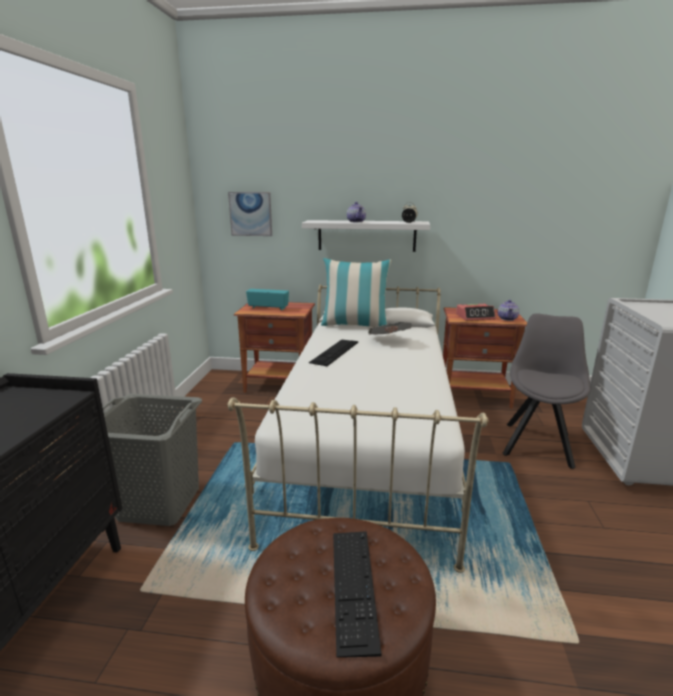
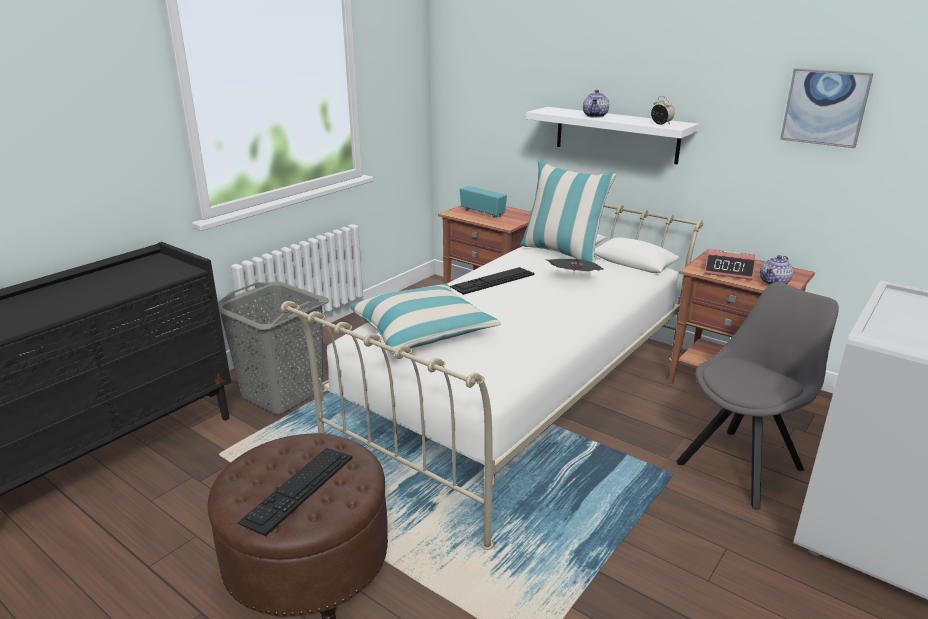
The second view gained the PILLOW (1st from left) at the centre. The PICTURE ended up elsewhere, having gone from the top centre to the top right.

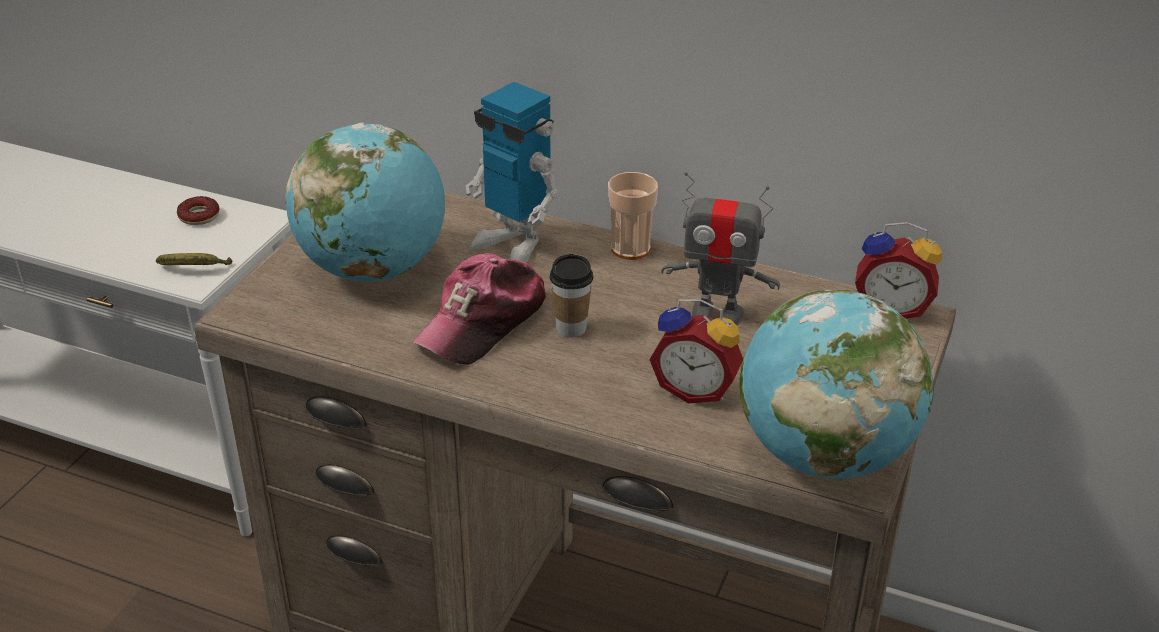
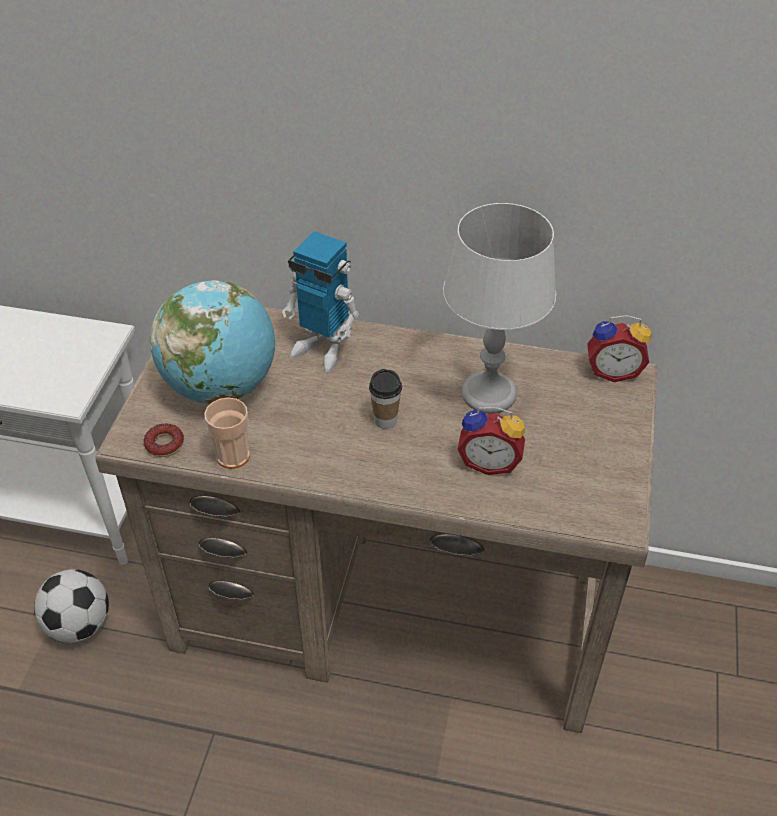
The second view gained the FOOTBALL at the bottom left. The DONUT ended up elsewhere, having gone from the top left to the middle left. The CUP (2nd from left in the first image) ended up elsewhere, having gone from the centre to the middle left. Where the TOY ROBOT (2nd from left) stood at the centre, the GREY TABLE LAMP came to stand at the centre. The second view lost the BANANA at the middle left. The second view lost the CAP at the centre. The second view lost the GLOBE (2nd from left) at the middle right.

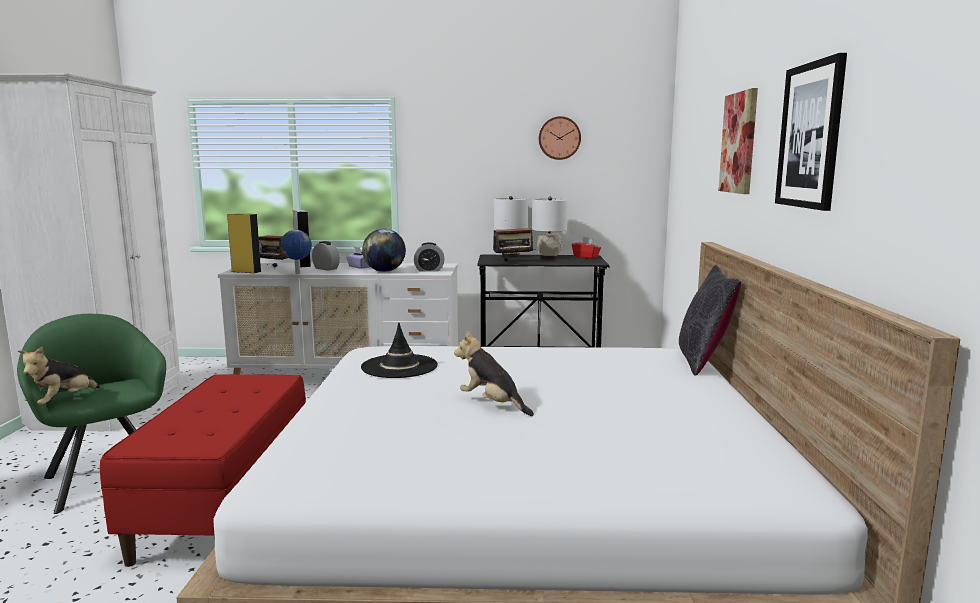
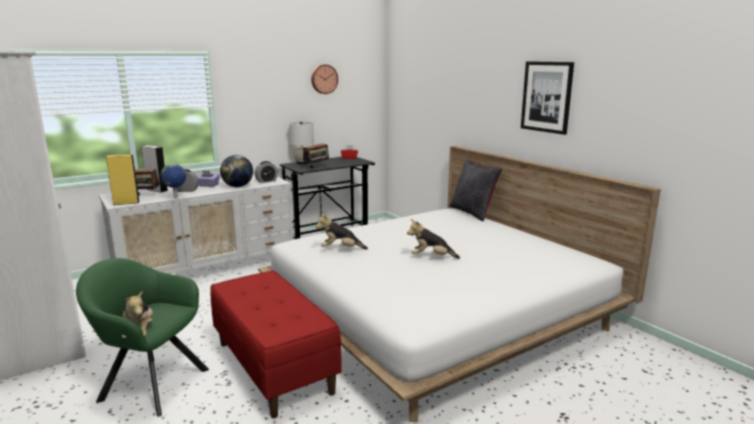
Where the BLACK HAT stood at the centre, the PLUSH TOY (2nd from left) came to stand at the centre. The second view lost the WHITE TABLE LAMP (2nd from left) at the centre. The second view lost the PICTURE (1st from left) at the top right.

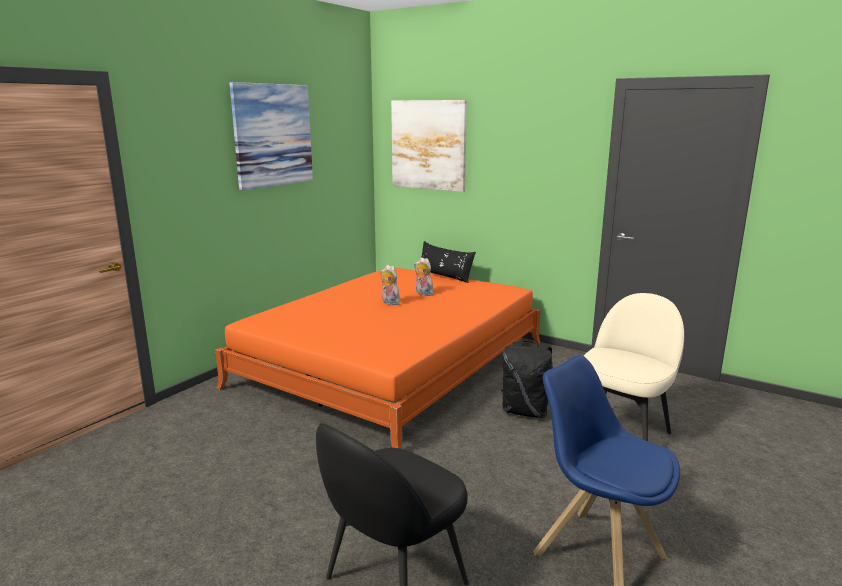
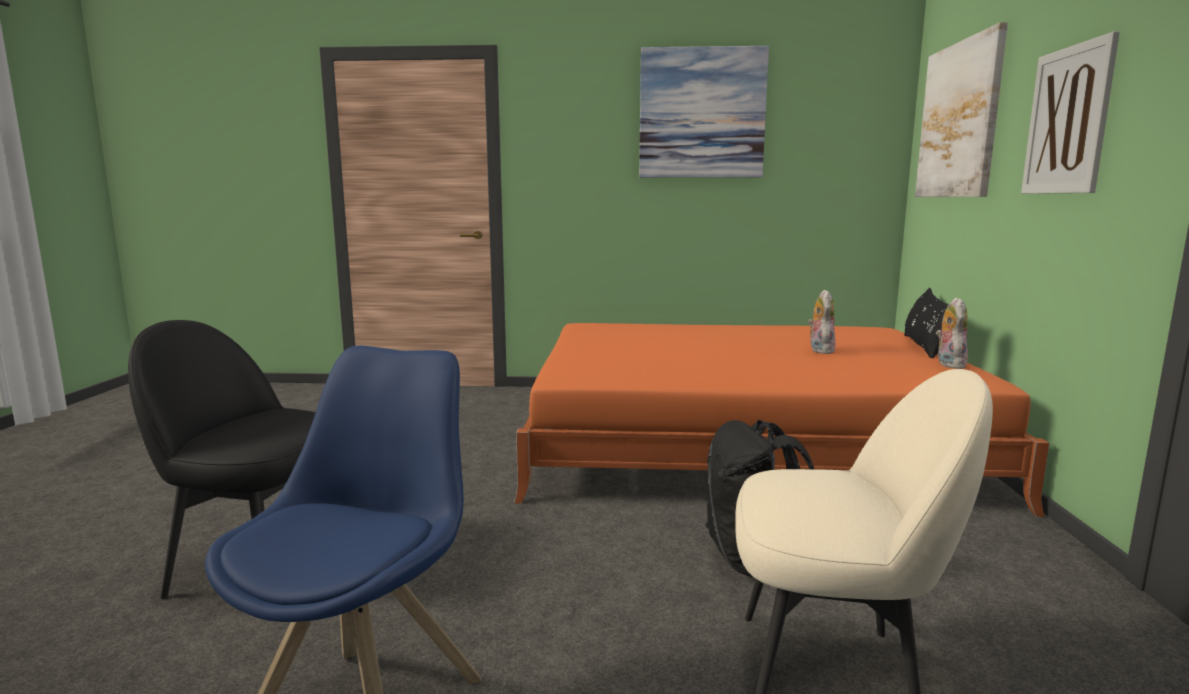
The PLUSH TOY (1st from left in the first image) ended up elsewhere, having gone from the centre to the middle right. The second view gained the PICTURE (3rd from left) at the top right.

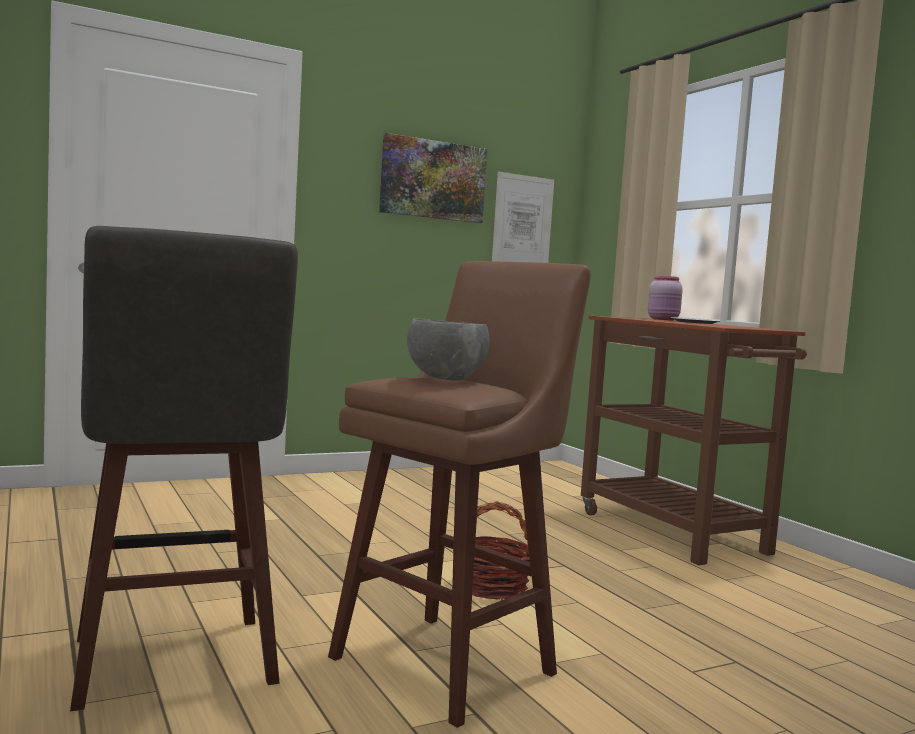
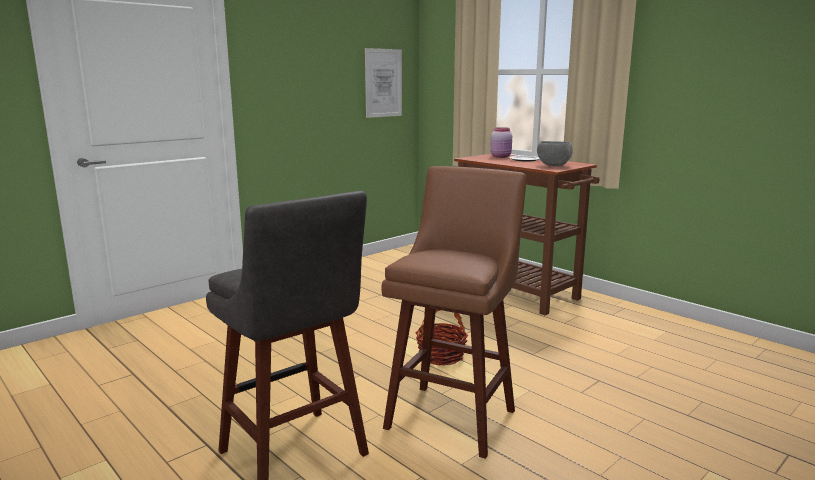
The GREY BOWL ended up elsewhere, having gone from the centre to the top right. The second view lost the PICTURE (1st from left) at the top centre.

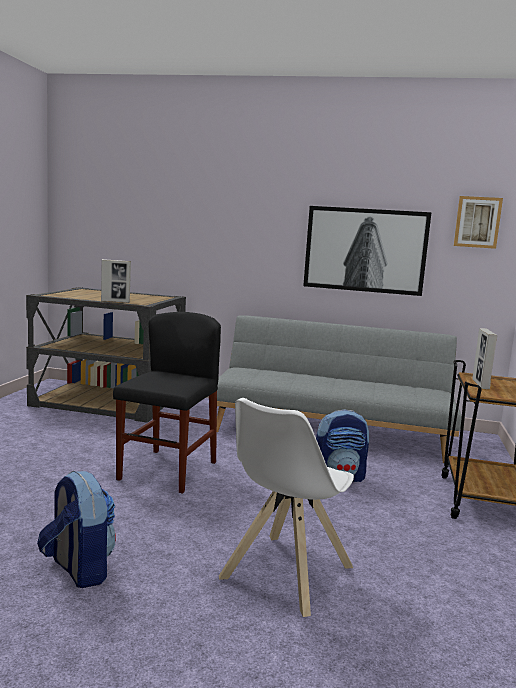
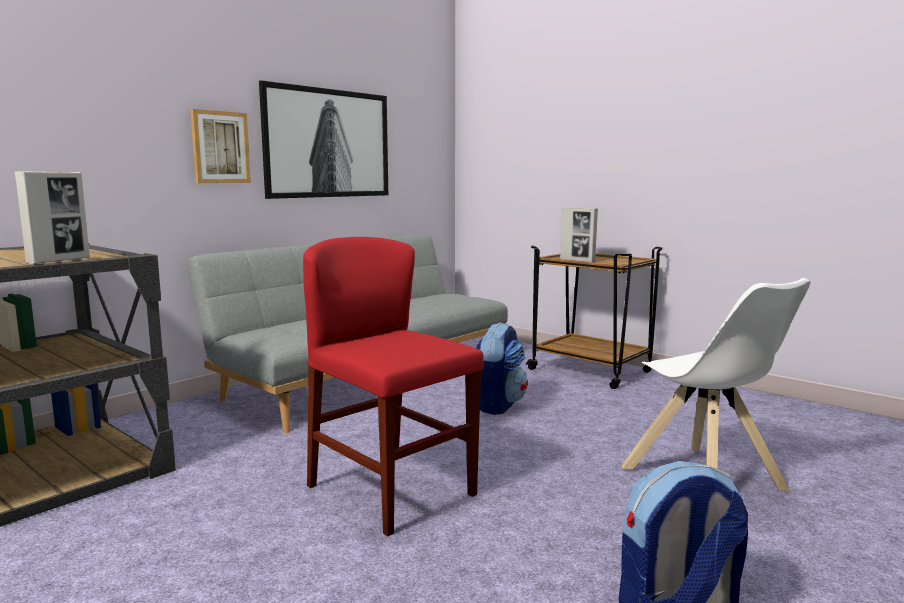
The PICTURE (2nd from left in the first image) ended up elsewhere, having gone from the top right to the top left. What was the BLACK CHAIR at the middle left turned into the RED CHAIR at the centre.

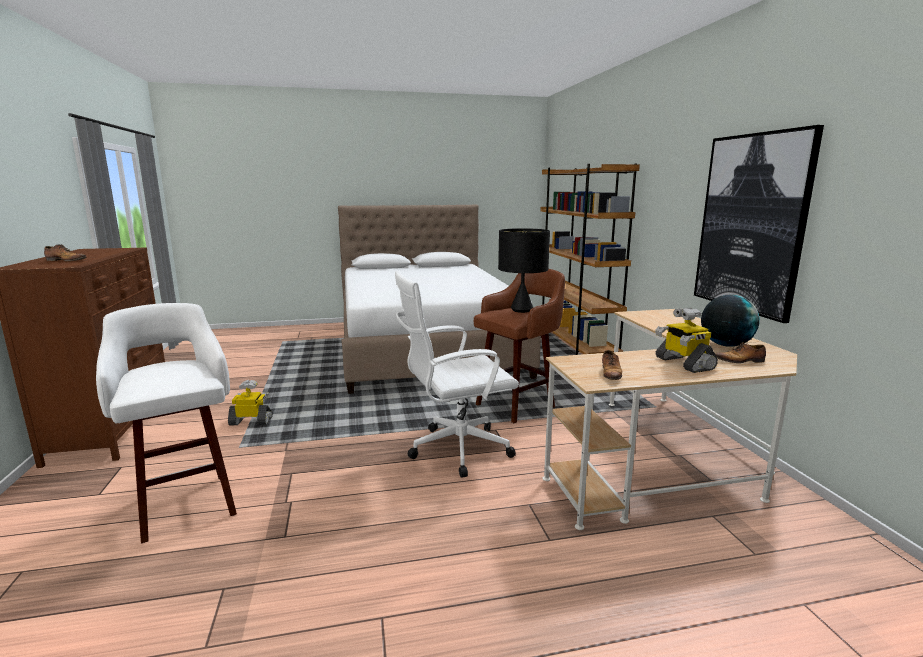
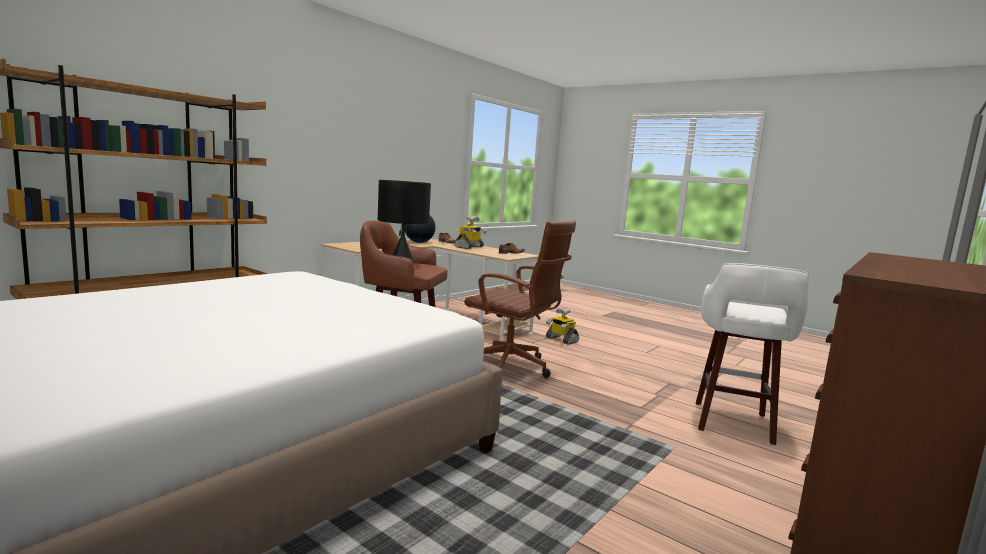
What was the WHITE OFFICE CHAIR at the centre turned into the BROWN OFFICE CHAIR at the centre. The TOY ROBOT (1st from left in the first image) ended up elsewhere, having gone from the middle left to the centre. The second view lost the SHOE (1st from left) at the middle left. The second view lost the PICTURE at the middle right.

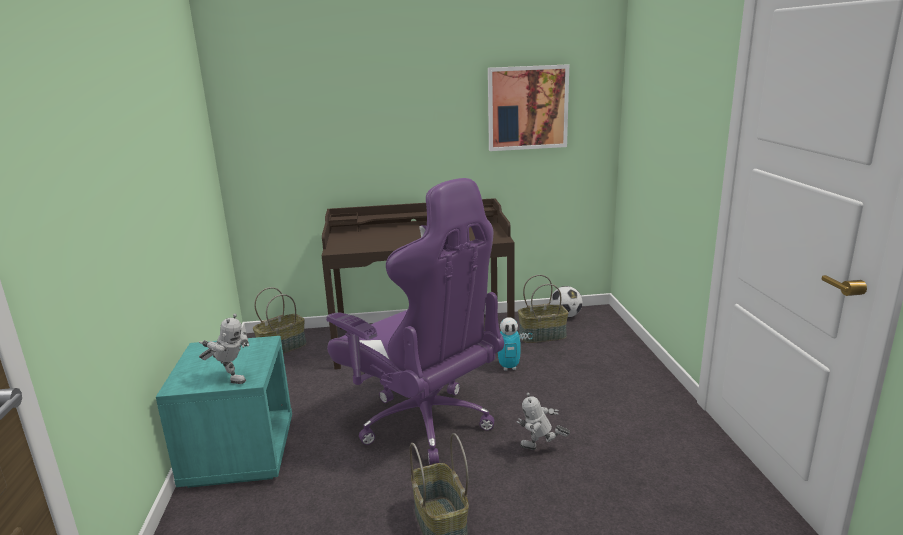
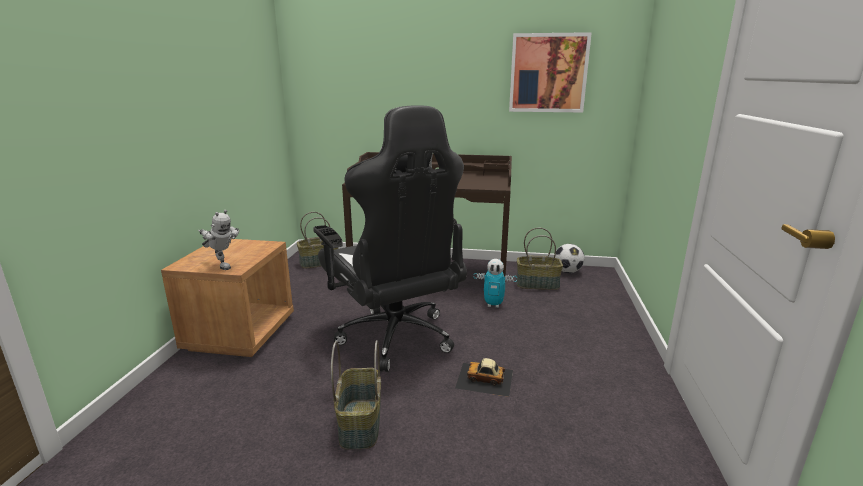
What was the TURQUOISE NIGHTSTAND at the bottom left turned into the BROWN NIGHTSTAND at the middle left. What was the PURPLE OFFICE CHAIR at the centre turned into the BLACK OFFICE CHAIR at the centre. Where the TOY ROBOT (3rd from left) stood at the bottom centre, the TOY CAR came to stand at the bottom centre.

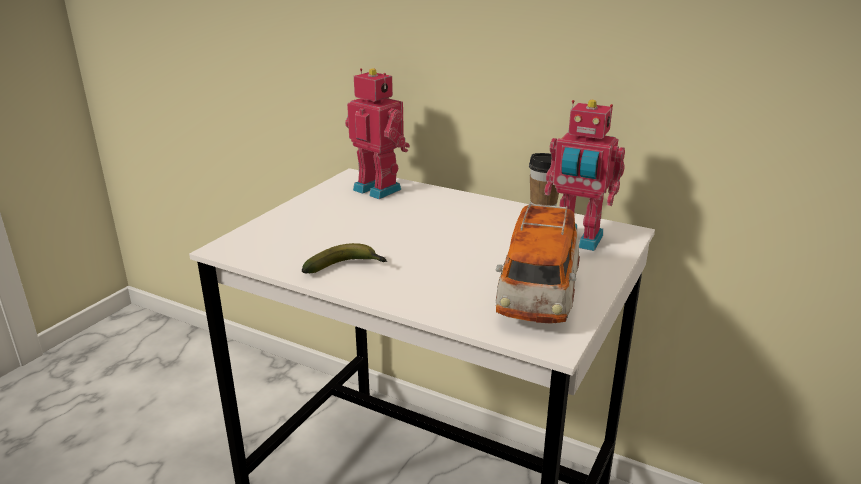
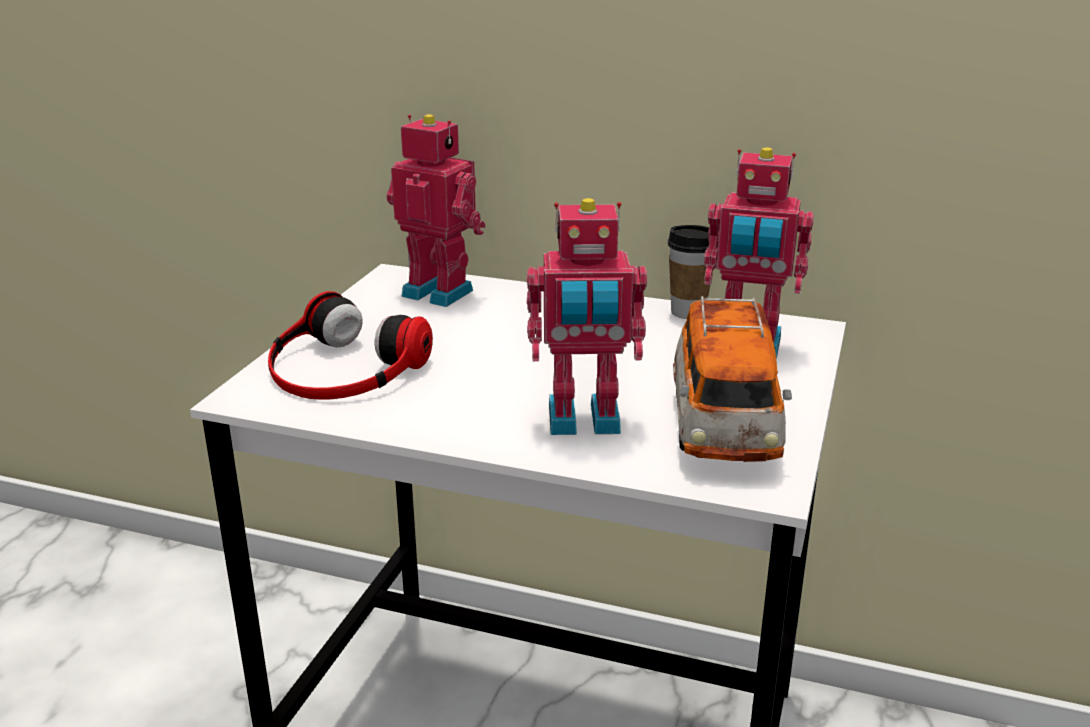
The second view gained the HEADPHONES at the middle left. The second view gained the TOY ROBOT (2nd from left) at the centre. The second view lost the BANANA at the centre.

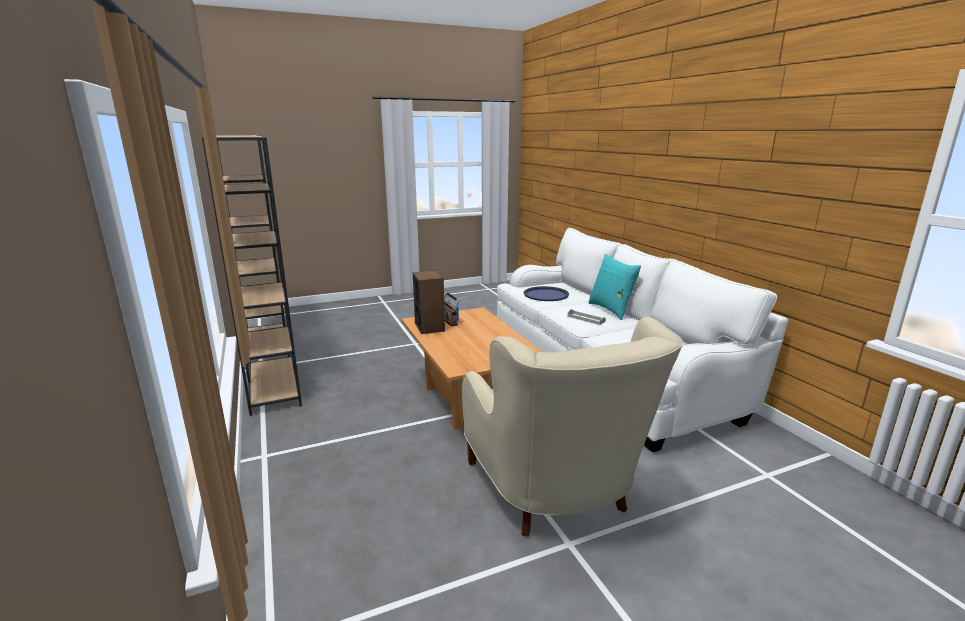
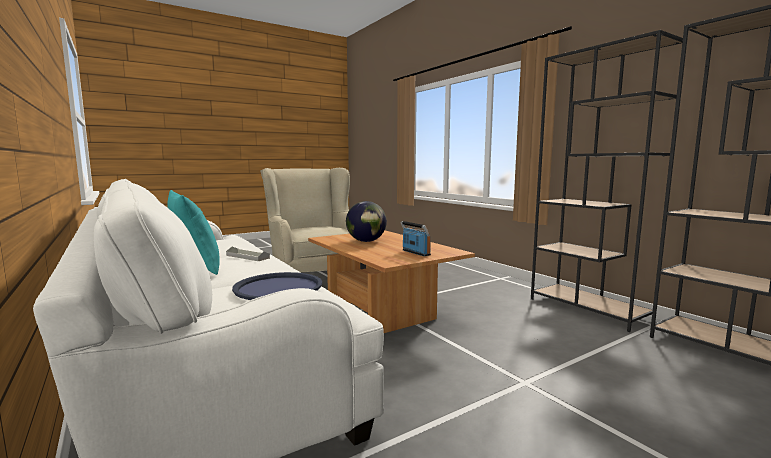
The second view gained the GLOBE at the centre. The second view lost the SPEAKER at the centre.

